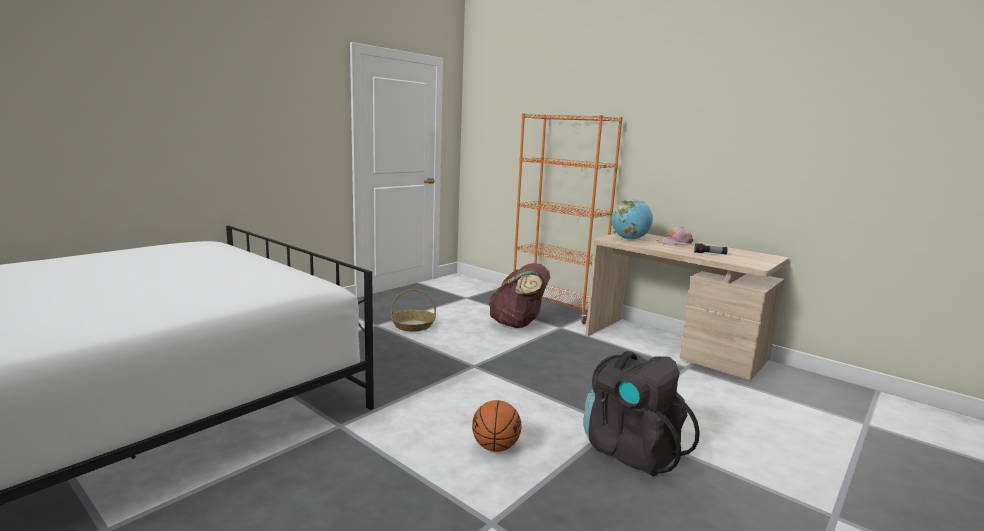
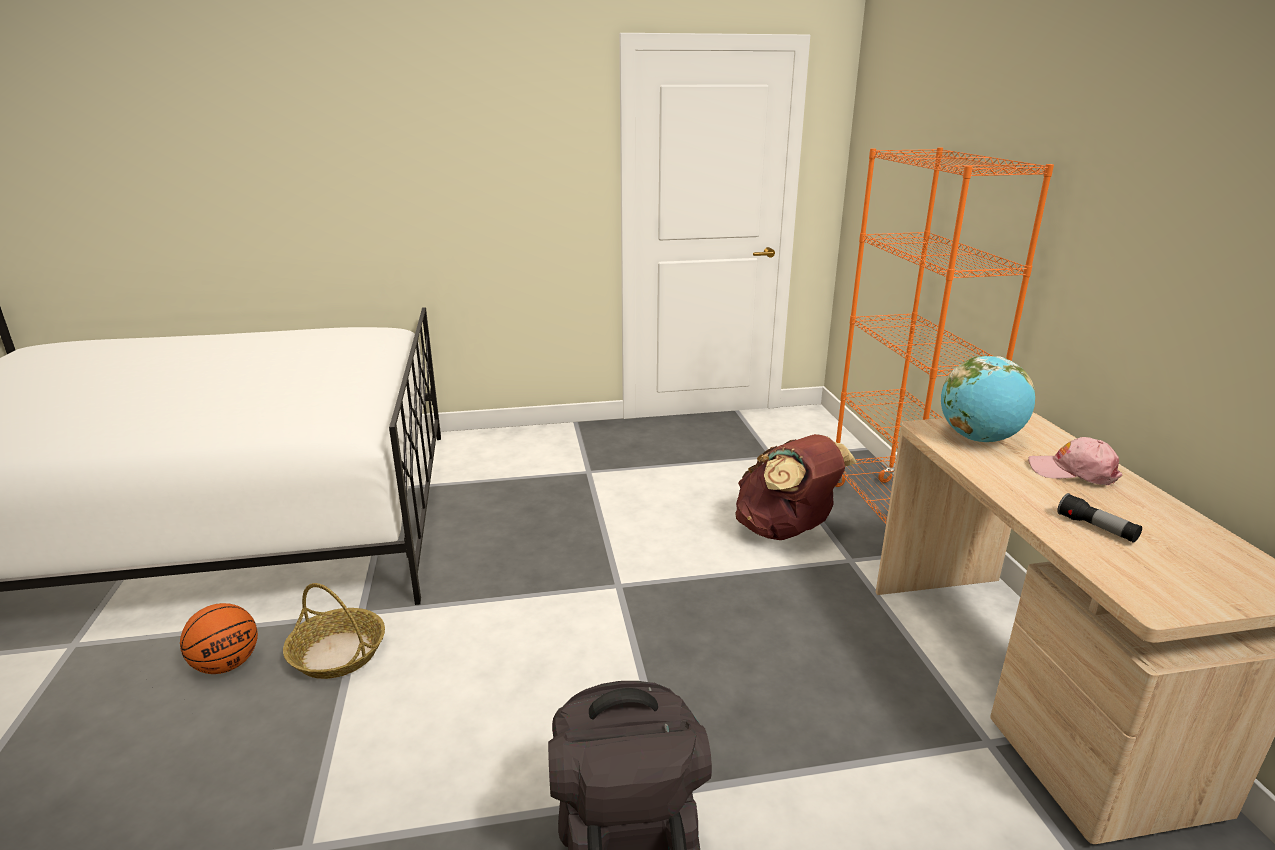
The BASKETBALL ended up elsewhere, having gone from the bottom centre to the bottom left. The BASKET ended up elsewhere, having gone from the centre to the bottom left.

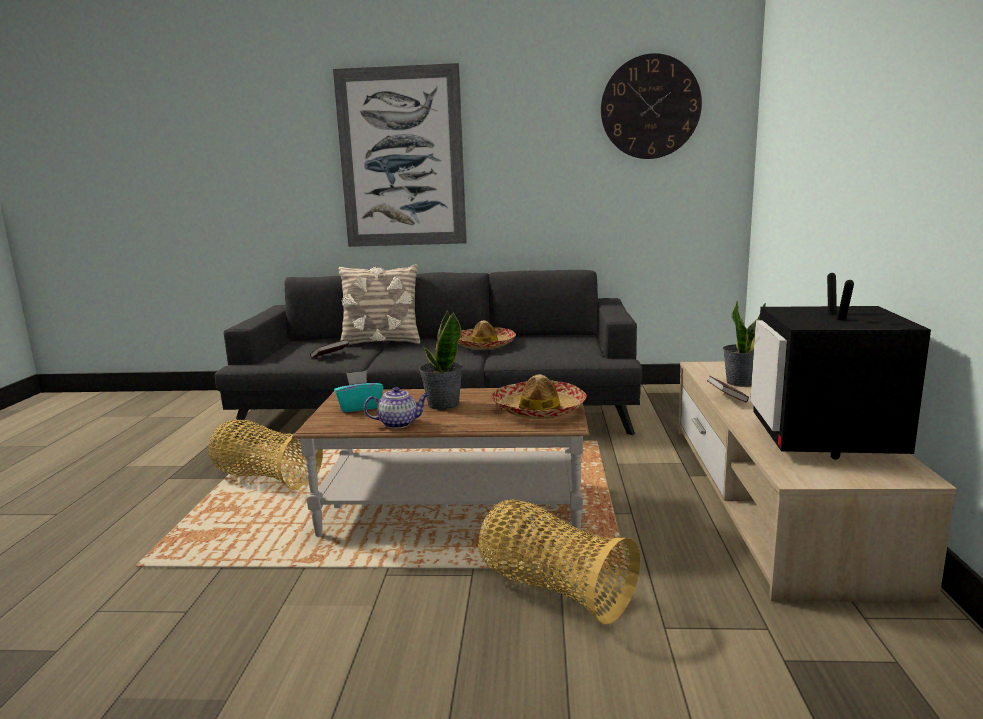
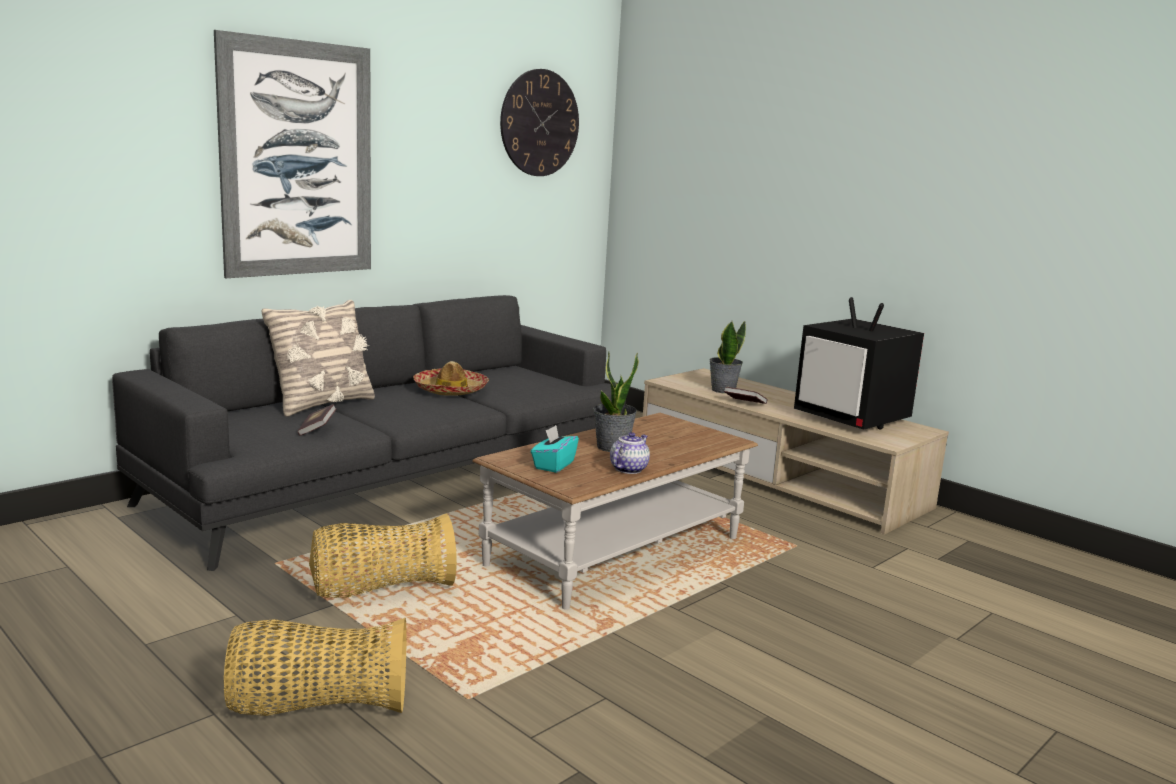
The BASKET (2nd from left in the first image) ended up elsewhere, having gone from the bottom centre to the bottom left. The second view lost the HAT (2nd from left) at the centre.

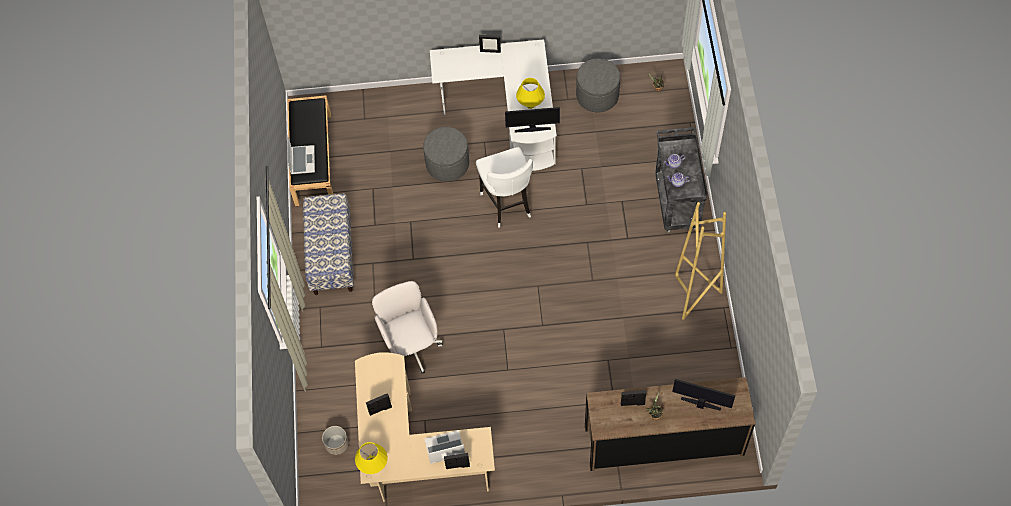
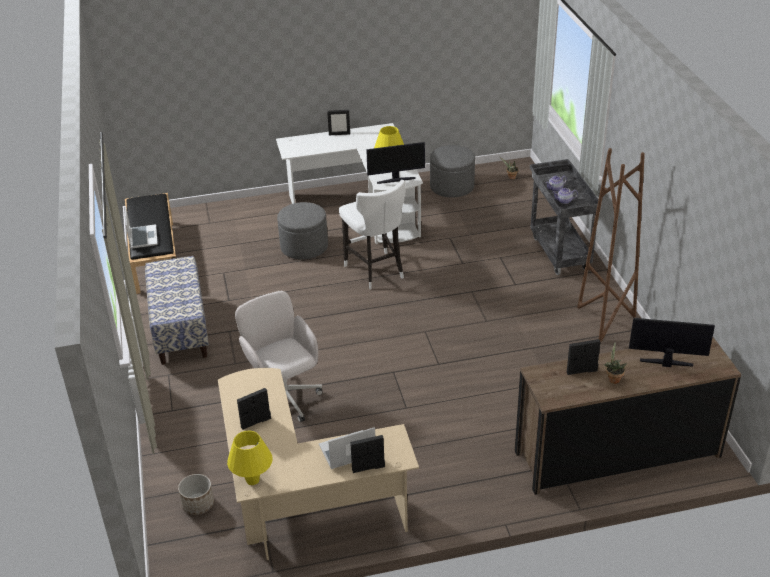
What was the YELLOW CLOTHES RACK at the middle right turned into the BROWN CLOTHES RACK at the middle right.

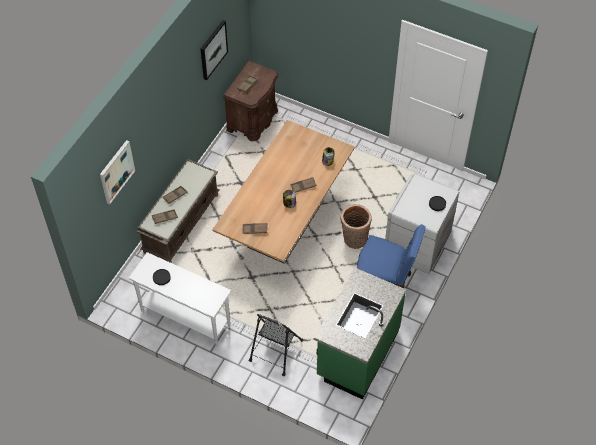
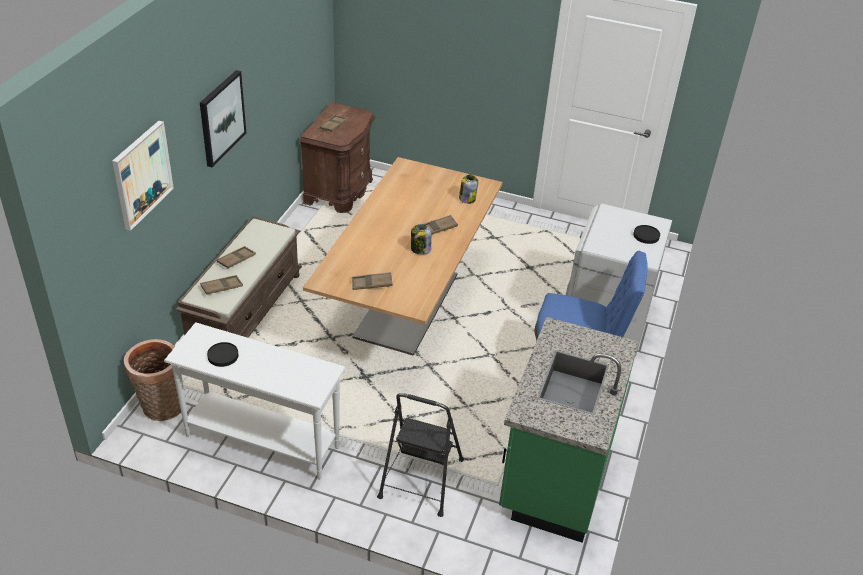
The BASKET ended up elsewhere, having gone from the centre to the middle left. The PICTURE (2nd from left) ended up elsewhere, having gone from the top centre to the top left.

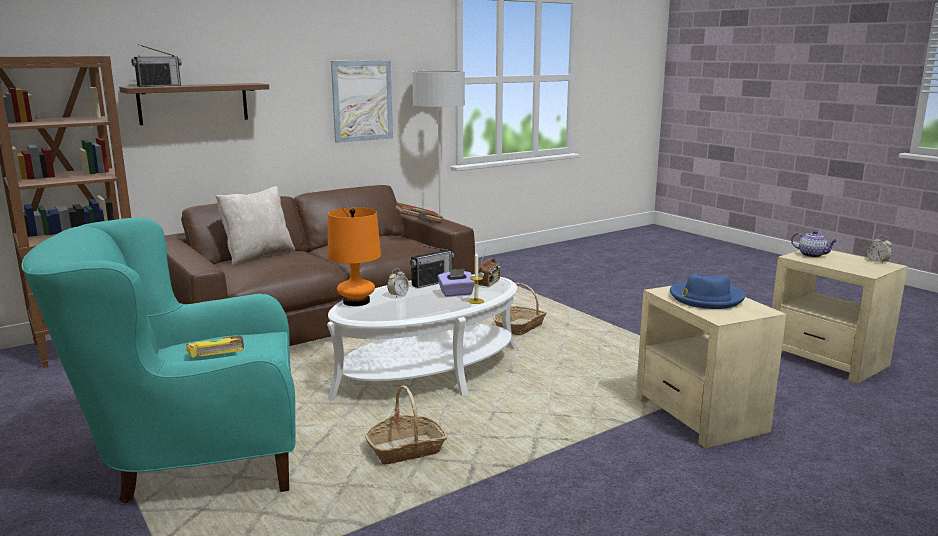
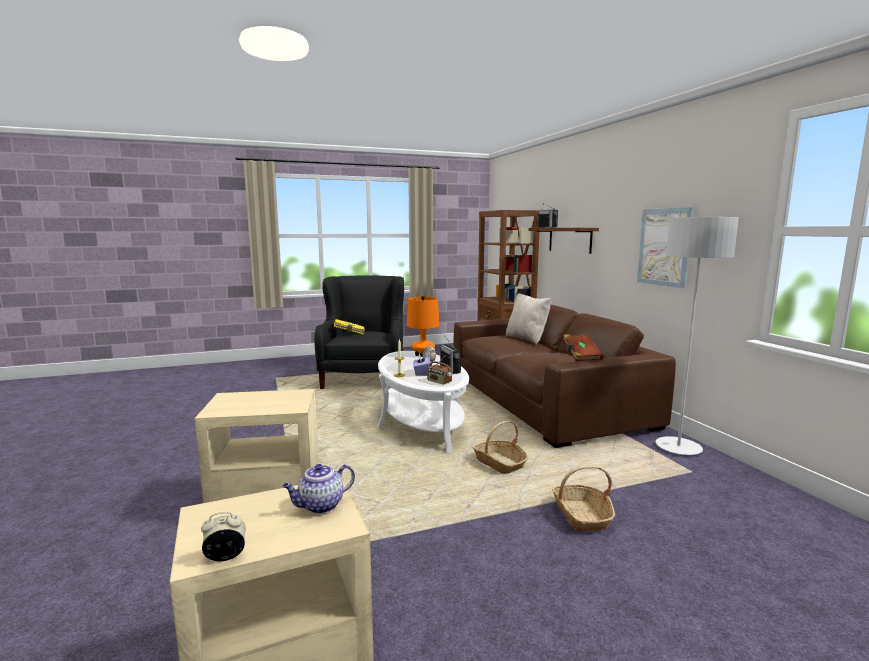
What was the TURQUOISE ARMCHAIR at the bottom left turned into the BLACK ARMCHAIR at the centre. The BASKET (1st from left in the first image) ended up elsewhere, having gone from the bottom centre to the bottom right. The second view lost the BLUE HAT at the middle right.

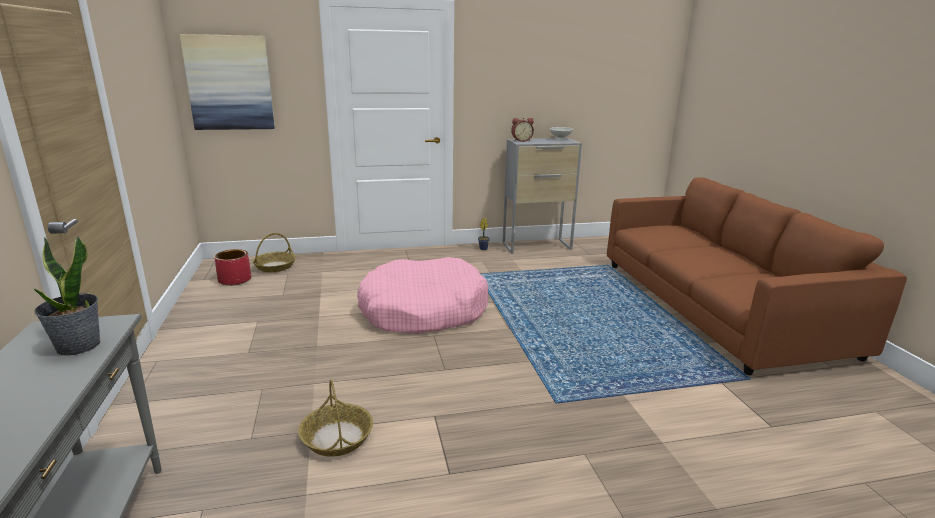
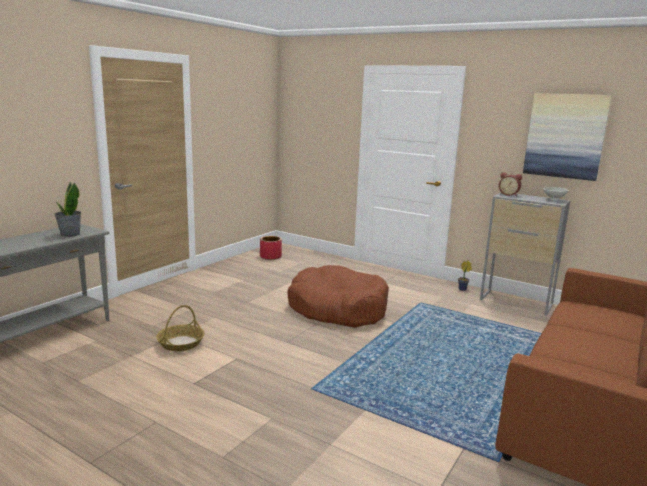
What was the PINK DOG BED at the centre turned into the BROWN DOG BED at the centre. The PICTURE ended up elsewhere, having gone from the top left to the top right. The second view lost the BASKET (1st from left) at the middle left.

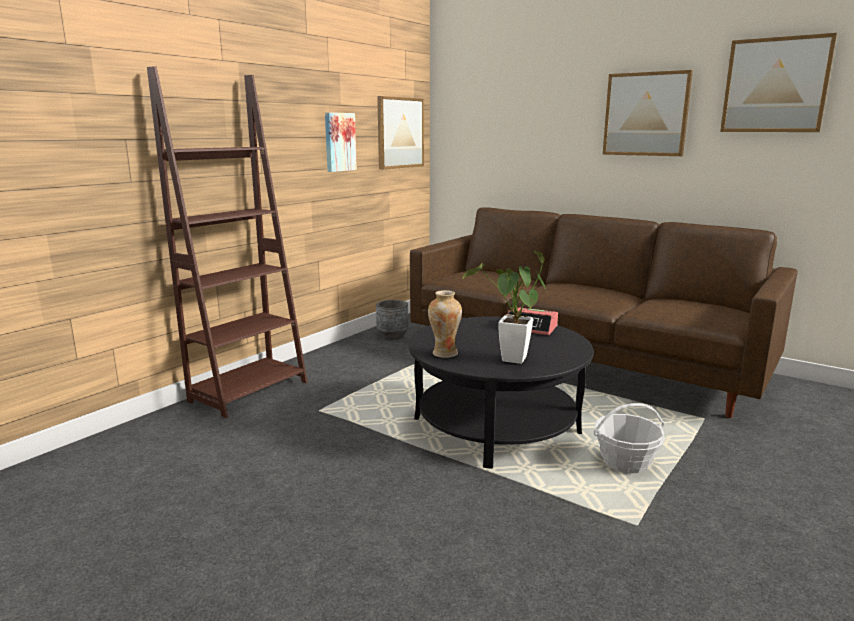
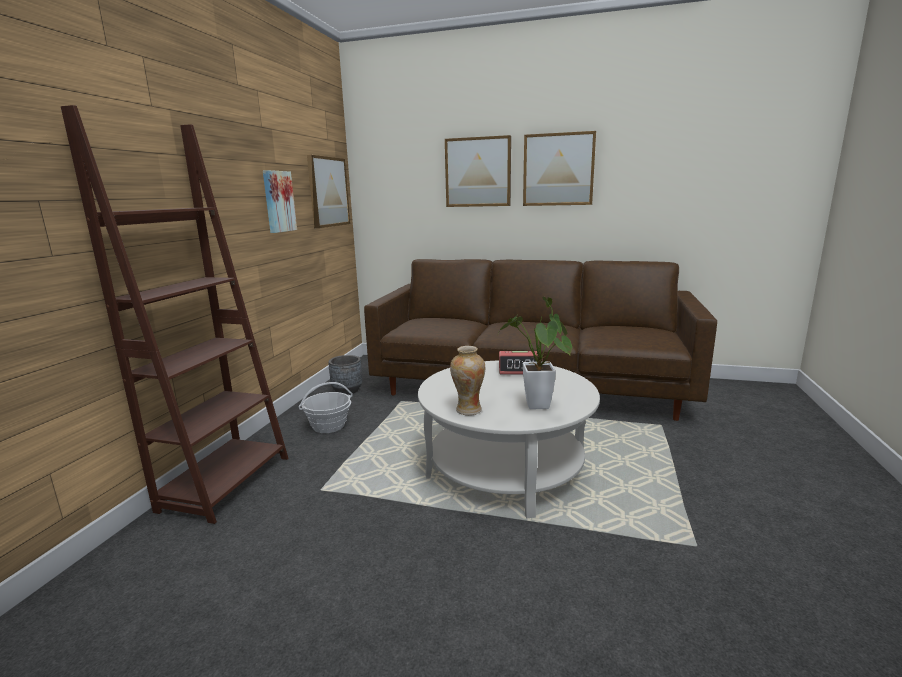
The BASKET ended up elsewhere, having gone from the bottom right to the centre. What was the BLACK COFFEE TABLE at the centre turned into the WHITE COFFEE TABLE at the centre. The PICTURE (4th from left in the first image) ended up elsewhere, having gone from the top right to the top centre.

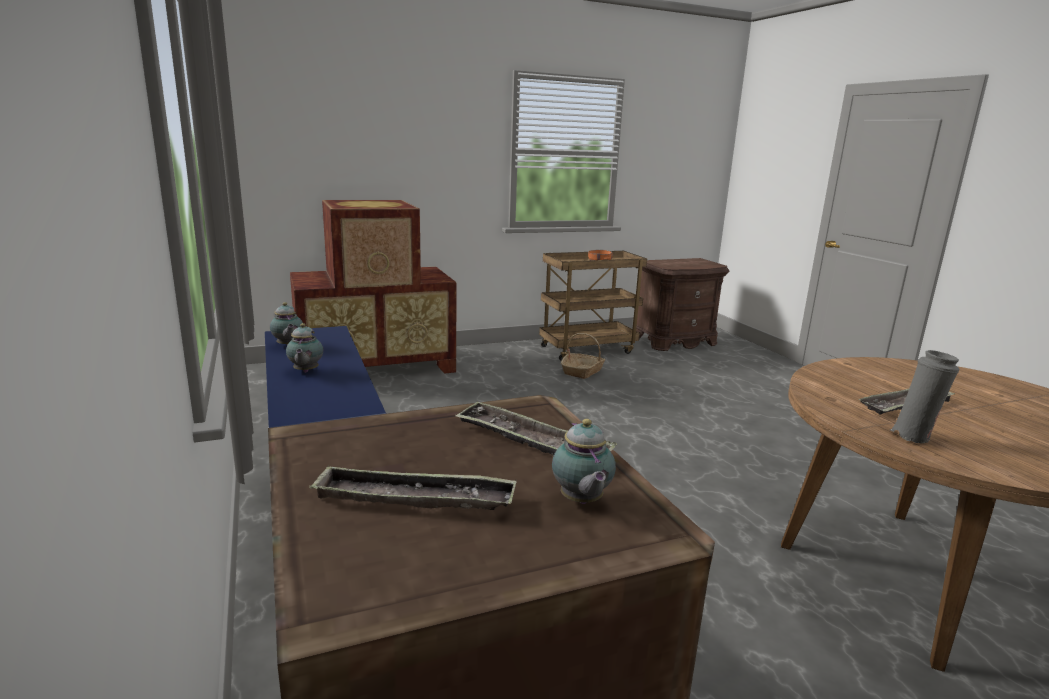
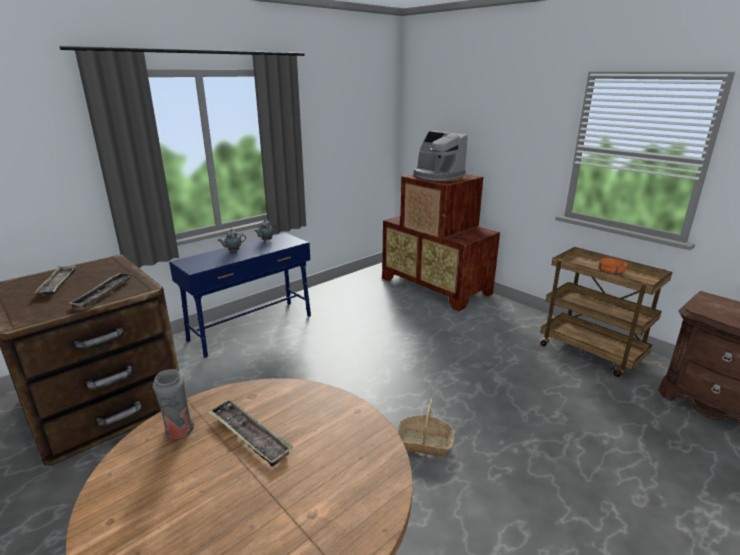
The BASKET ended up elsewhere, having gone from the centre to the bottom centre. The second view gained the COFFEE MACHINE at the top centre. The second view lost the TEAPOT (3rd from left) at the centre.

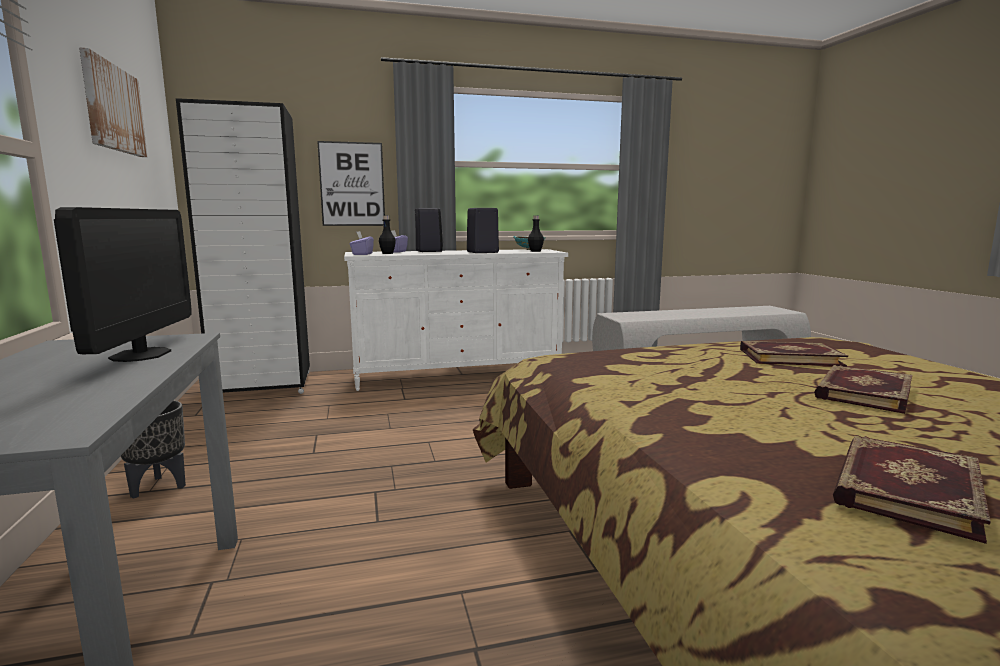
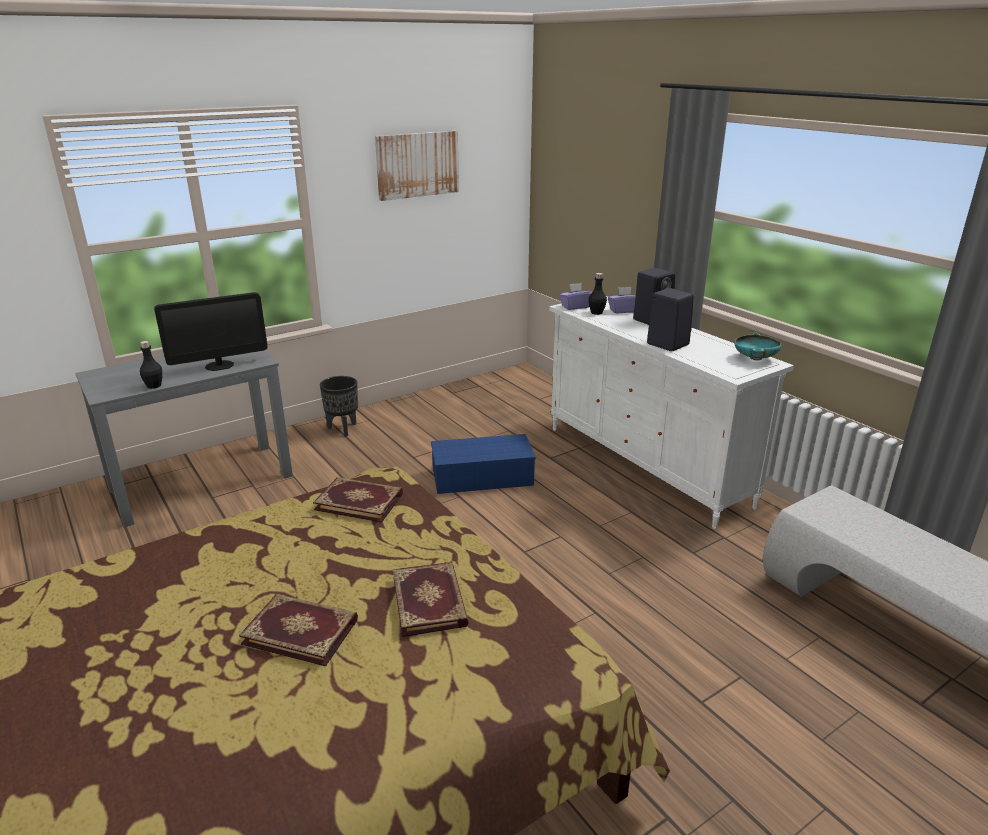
The BLACK BOTTLE (2nd from left in the first image) ended up elsewhere, having gone from the centre to the middle left. The BOOK (3rd from left in the first image) ended up elsewhere, having gone from the bottom right to the centre. The second view gained the BLUE STORAGE BOX at the centre. The second view lost the WARDROBE at the middle left. The second view lost the PICTURE (2nd from left) at the top centre.

